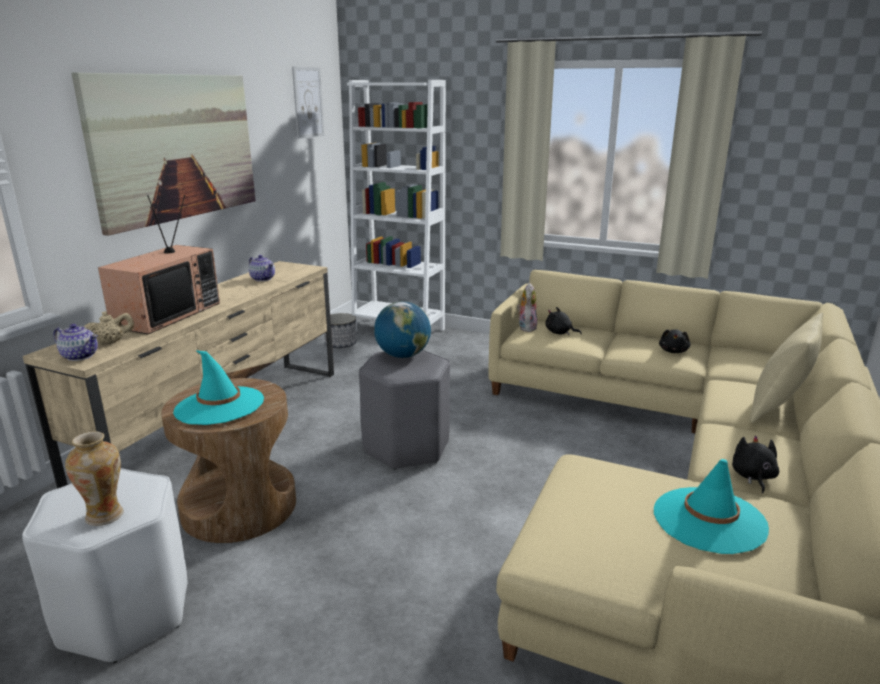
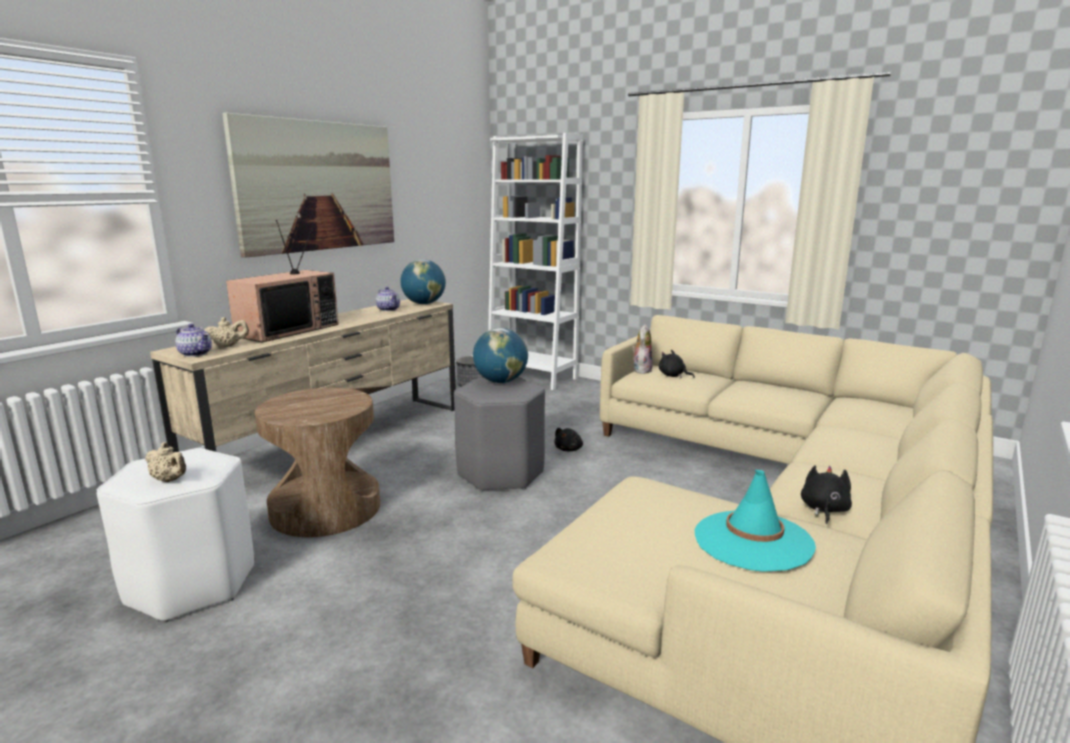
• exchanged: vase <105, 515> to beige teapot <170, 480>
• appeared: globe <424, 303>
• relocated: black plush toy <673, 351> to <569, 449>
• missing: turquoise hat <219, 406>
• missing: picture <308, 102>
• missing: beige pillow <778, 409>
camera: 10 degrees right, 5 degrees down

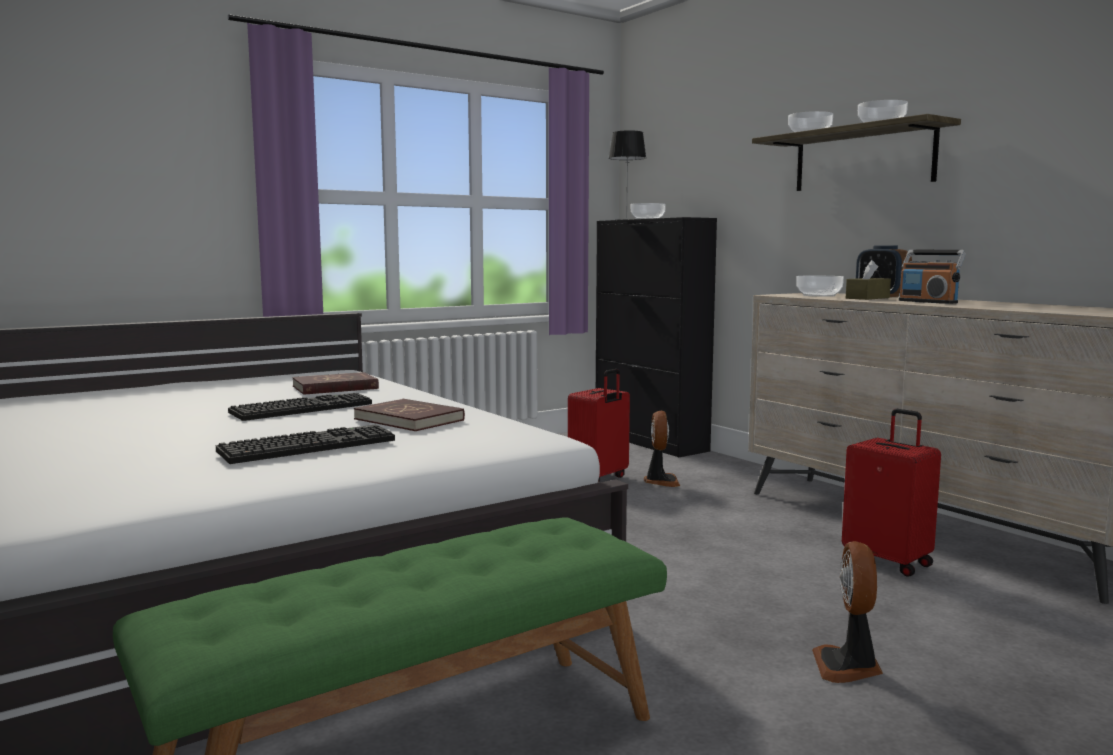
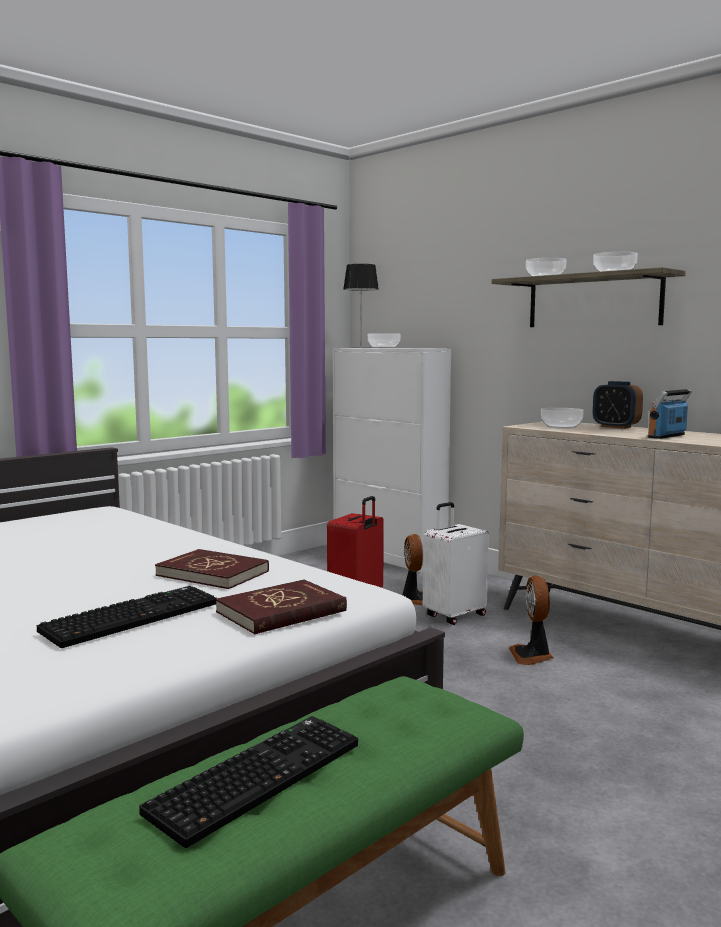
• relocated: keyboard <303, 408> to <257, 776>
• relocated: red book <335, 387> to <281, 612>
• colour: black cabinet <650, 441> to white cabinet <388, 556>
• appeared: white suitcase <454, 615>
• relocated: fan <848, 666> to <532, 656>
• spun: radio <928, 302> = <667, 436> 90 degrees clockwise
• missing: red suitcase <888, 561>
• missing: brown tissue box <867, 298>
camera: 10 degrees left, 0 degrees up

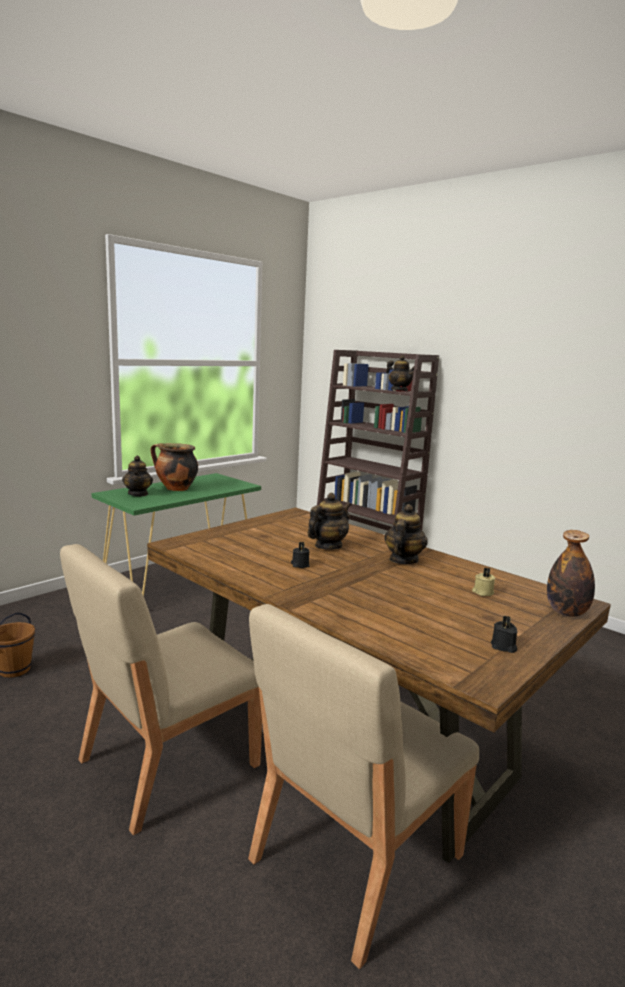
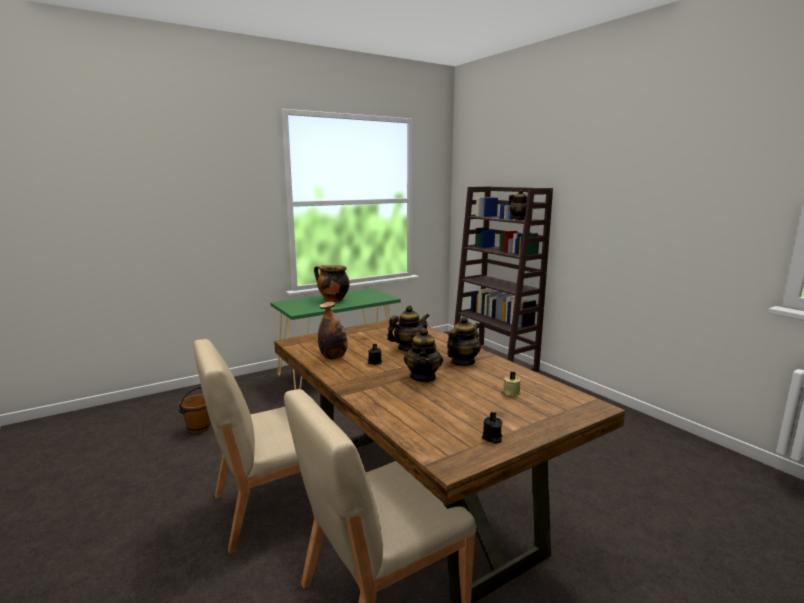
• relocated: bottle <566, 612> to <333, 357>
• relocated: teapot <138, 494> to <423, 377>
camera: 15 degrees right, 0 degrees up

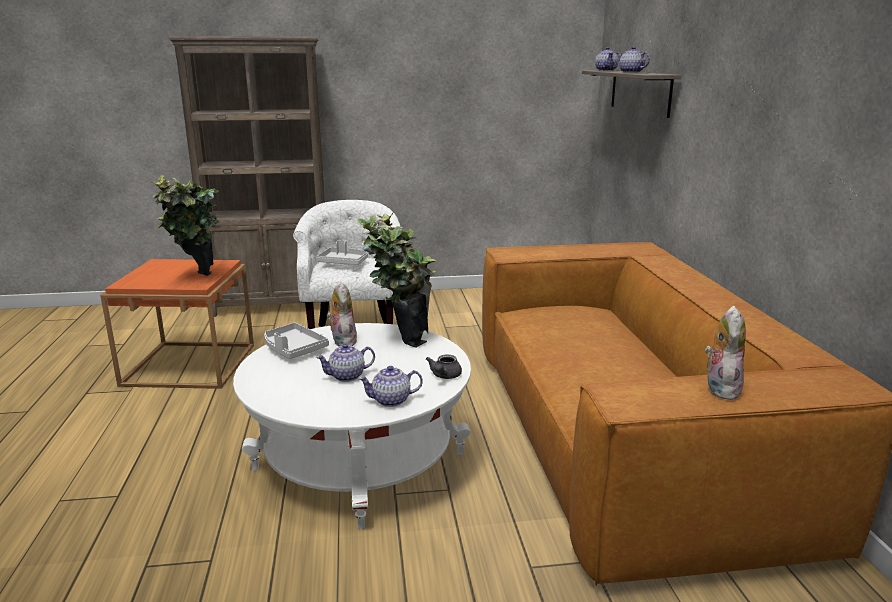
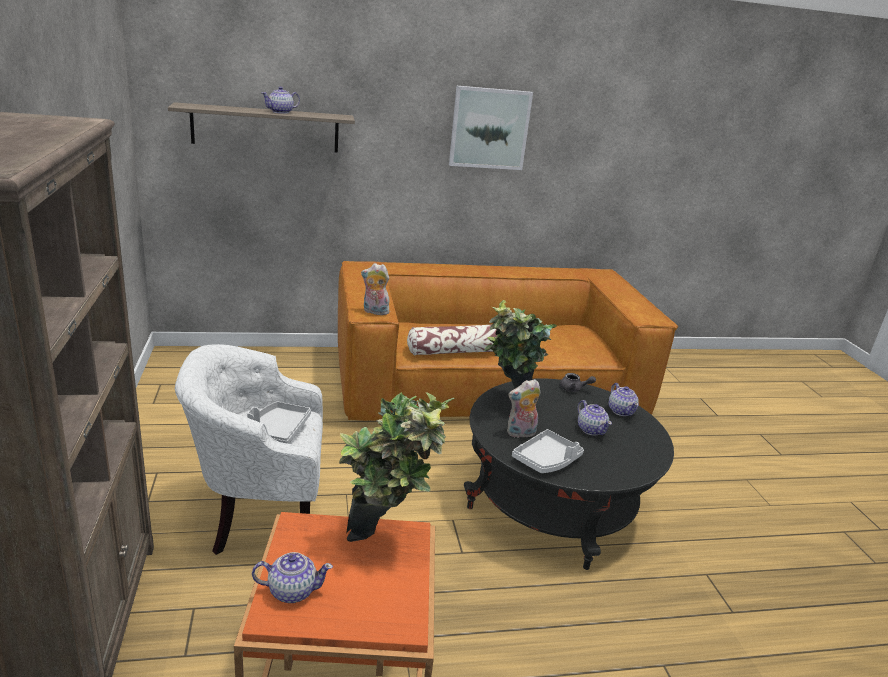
• relocated: teapot <606, 70> to <291, 591>
• relocated: plush toy <720, 388> to <374, 312>
• appeared: pillow <457, 351>
• appeared: picture <489, 128>
• colour: white coffee table <359, 461> to black coffee table <554, 503>
camera: 95 degrees left, 5 degrees up

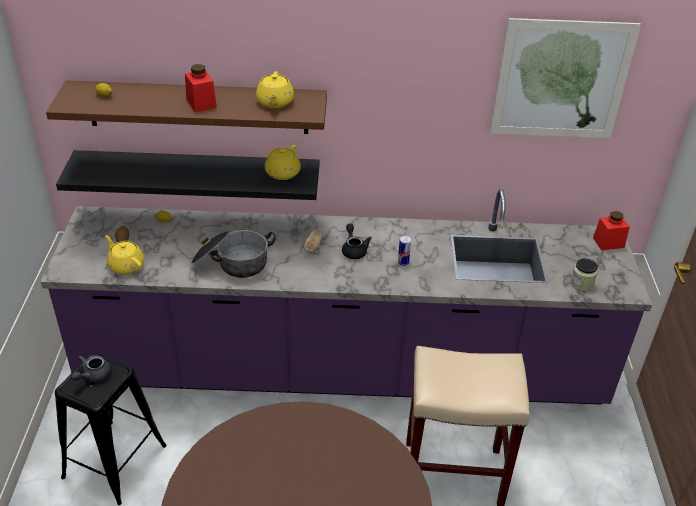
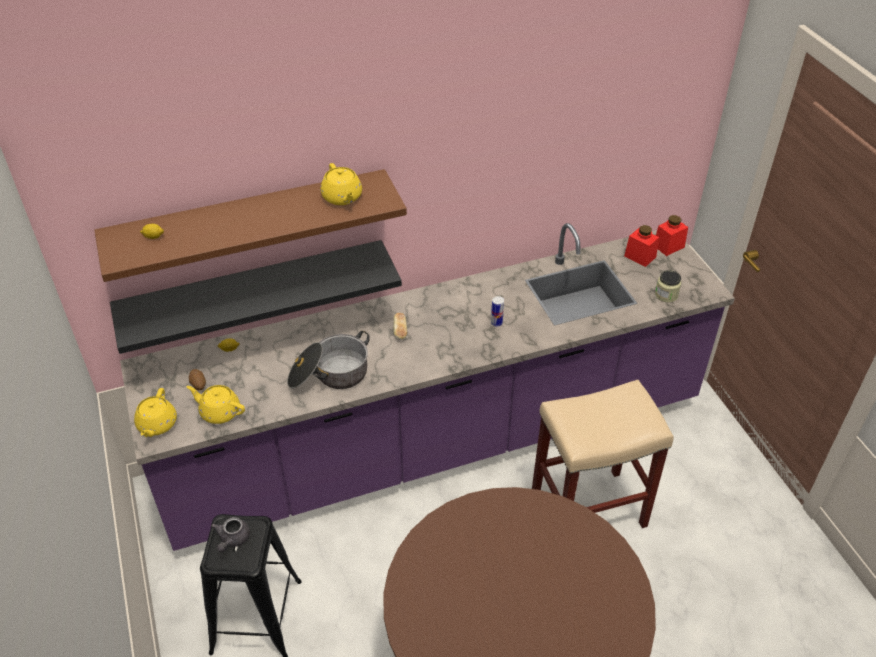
• relocated: yellow teapot <282, 174> to <157, 425>
• relocated: red jar <201, 103> to <640, 256>
• missing: black teapot <354, 250>
• missing: picture <561, 80>
camera: 20 degrees left, 5 degrees up

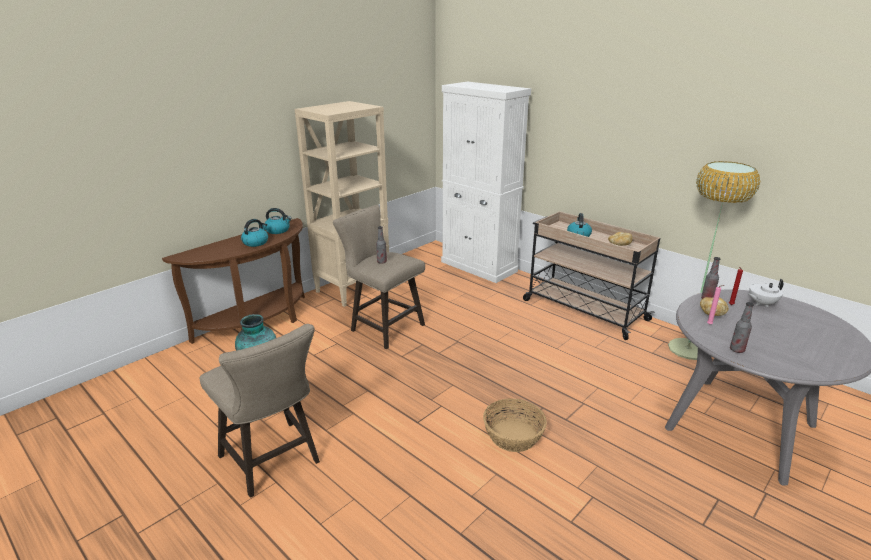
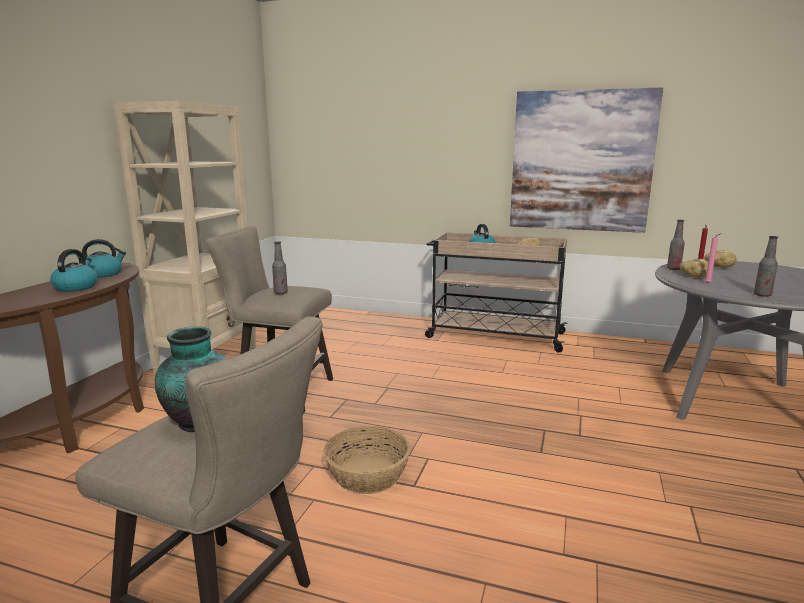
• relocated: basket <513, 436> to <368, 475>
• appeared: picture <581, 161>
• exchanged: white teapot <761, 303> to bread <719, 266>
• missing: white cabinet <479, 266>
• missing: floor lamp <688, 349>
camera: 25 degrees left, 10 degrees down

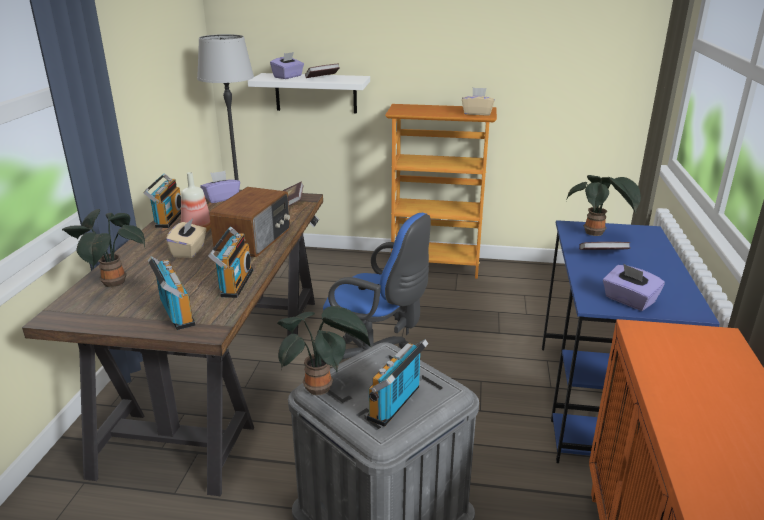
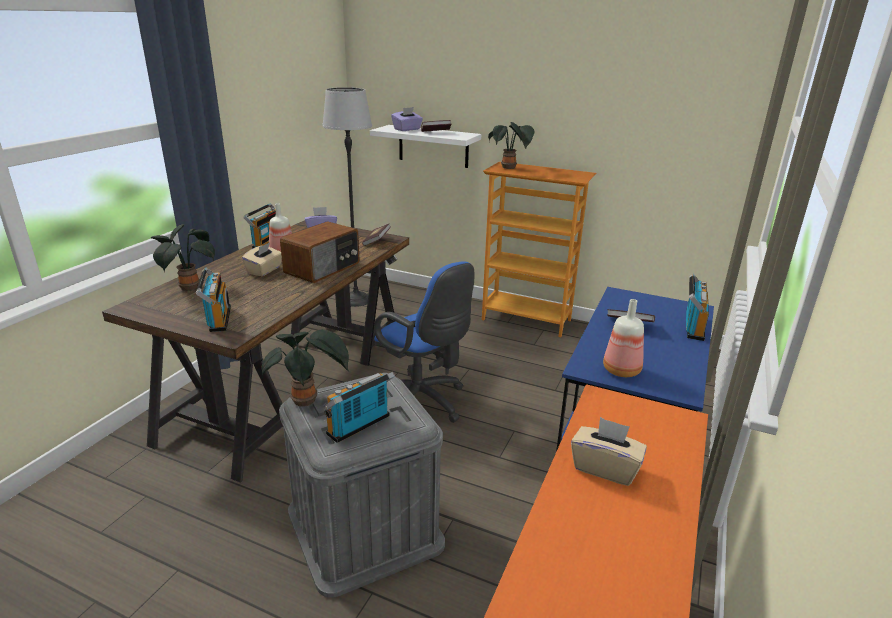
• relocated: potted plant <596, 234> to <509, 168>
• relocated: beige tissue box <477, 113> to <605, 468>
• exchanged: purple tissue box <629, 300> to bottle <622, 371>
• relocated: radio <234, 283> to <692, 326>
camera: 15 degrees right, 0 degrees up

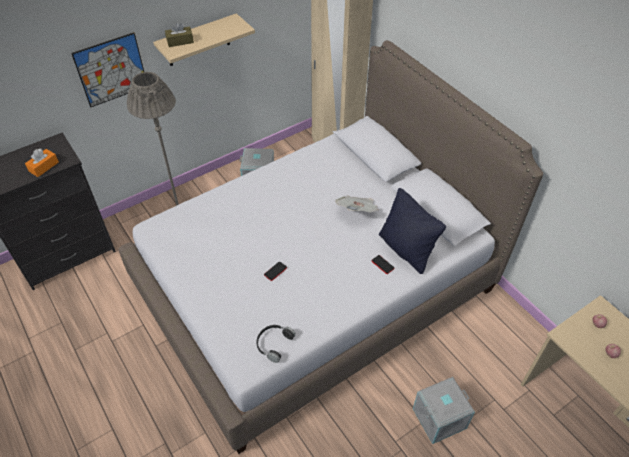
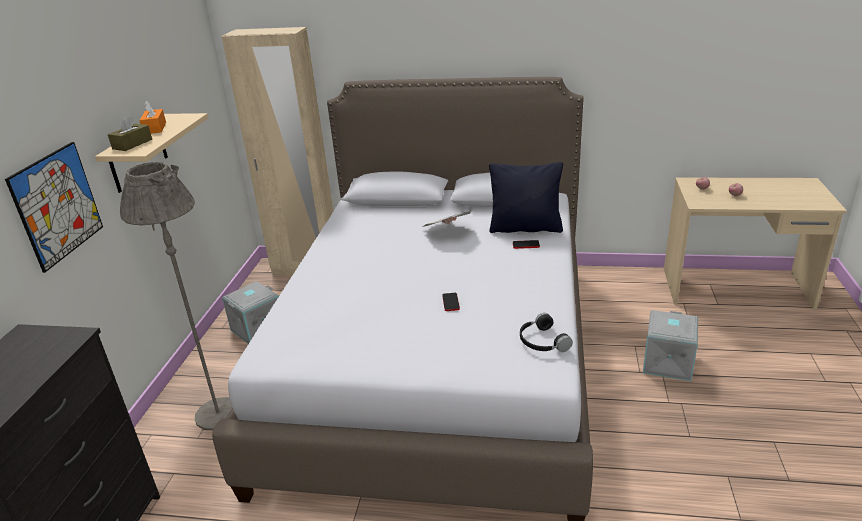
• relocated: orange tissue box <44, 167> to <155, 128>
camera: 45 degrees left, 20 degrees down

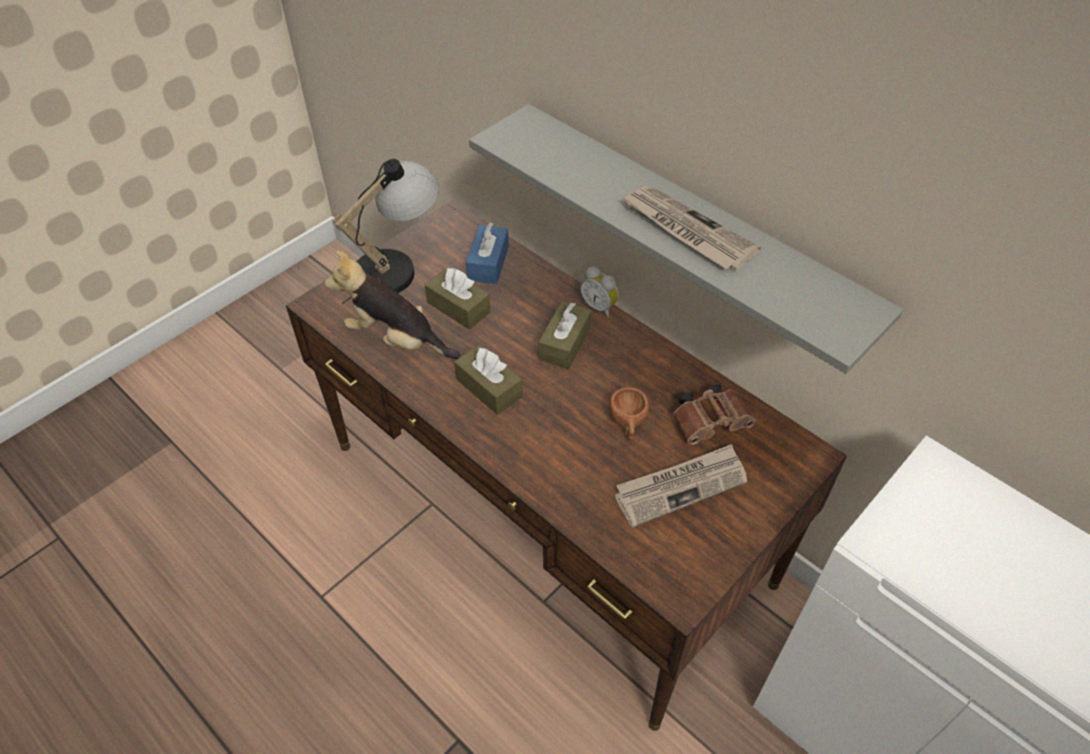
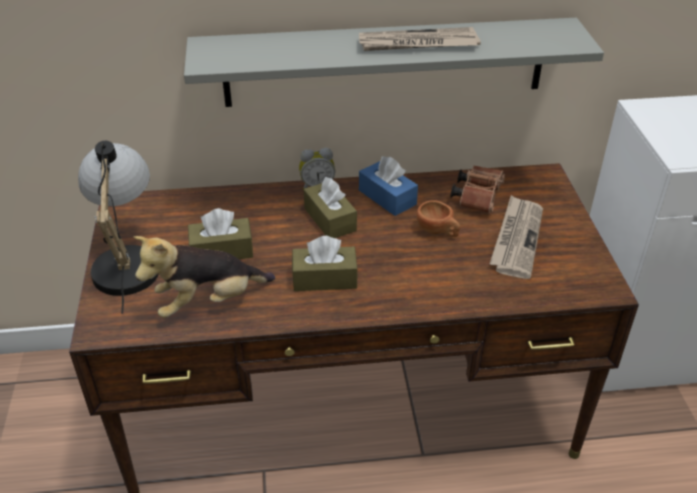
• relocated: blue tissue box <488, 263> to <387, 197>
camera: 50 degrees left, 10 degrees down

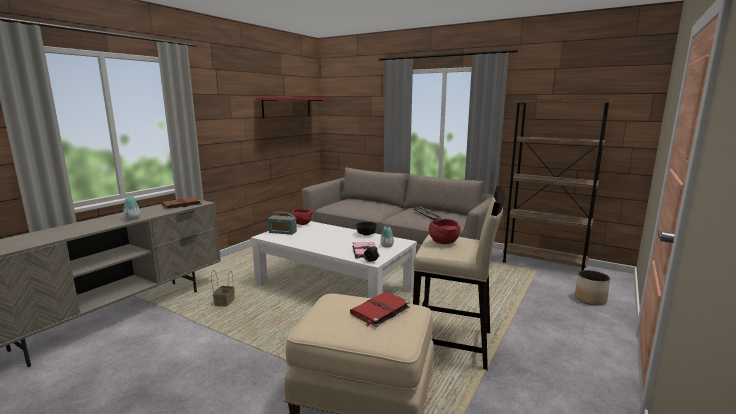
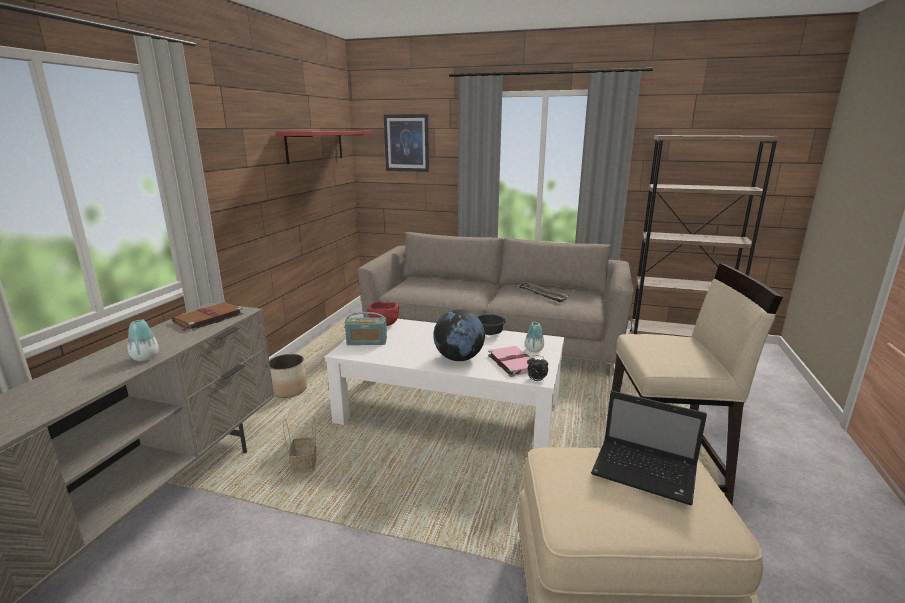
• relocated: planter <590, 299> to <289, 390>
• appeared: picture <406, 143>
• appeared: globe <459, 358>
• exchanged: red book <379, 311> to laptop <646, 473>
• missing: red bowl <443, 242>
camera: 15 degrees left, 5 degrees up

